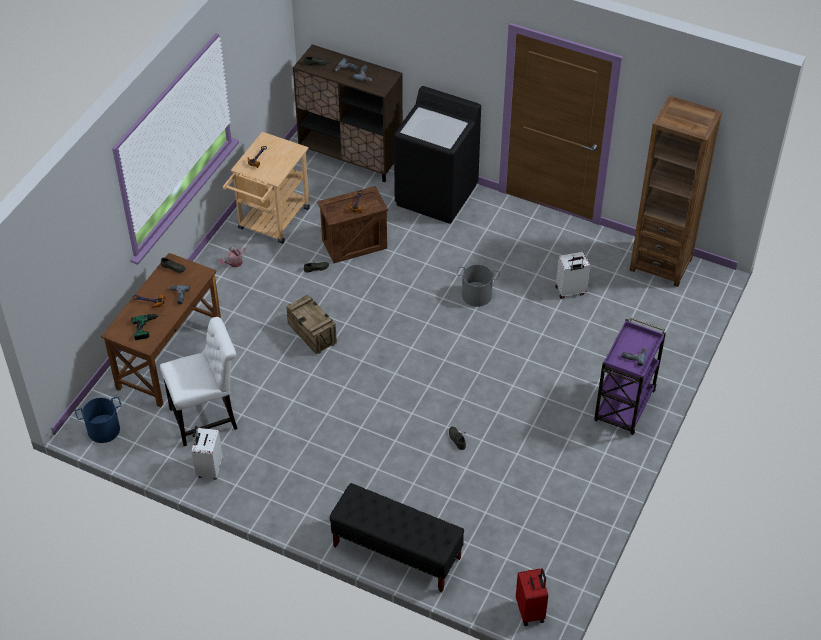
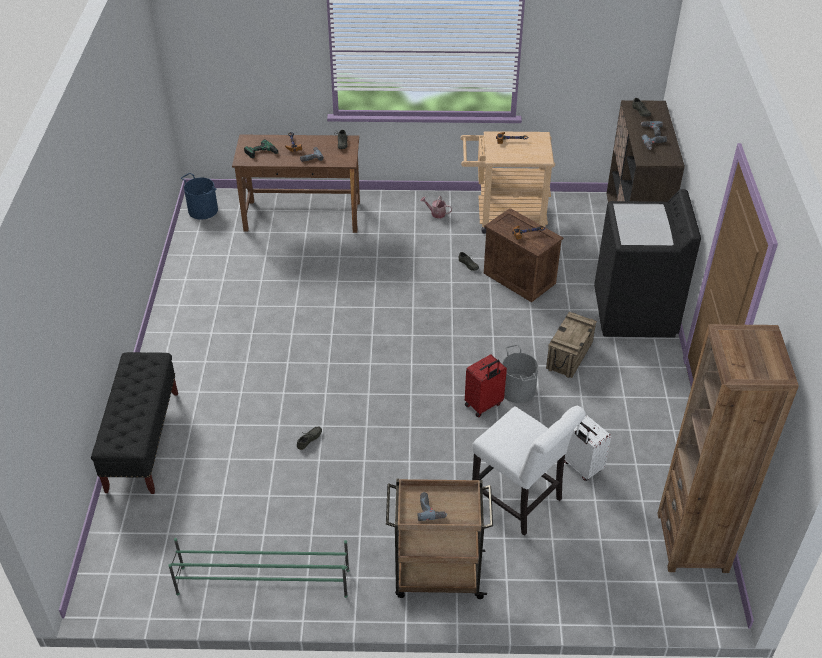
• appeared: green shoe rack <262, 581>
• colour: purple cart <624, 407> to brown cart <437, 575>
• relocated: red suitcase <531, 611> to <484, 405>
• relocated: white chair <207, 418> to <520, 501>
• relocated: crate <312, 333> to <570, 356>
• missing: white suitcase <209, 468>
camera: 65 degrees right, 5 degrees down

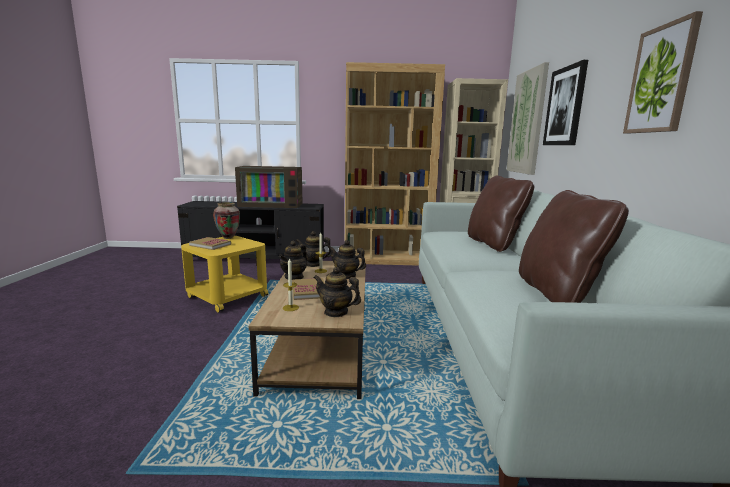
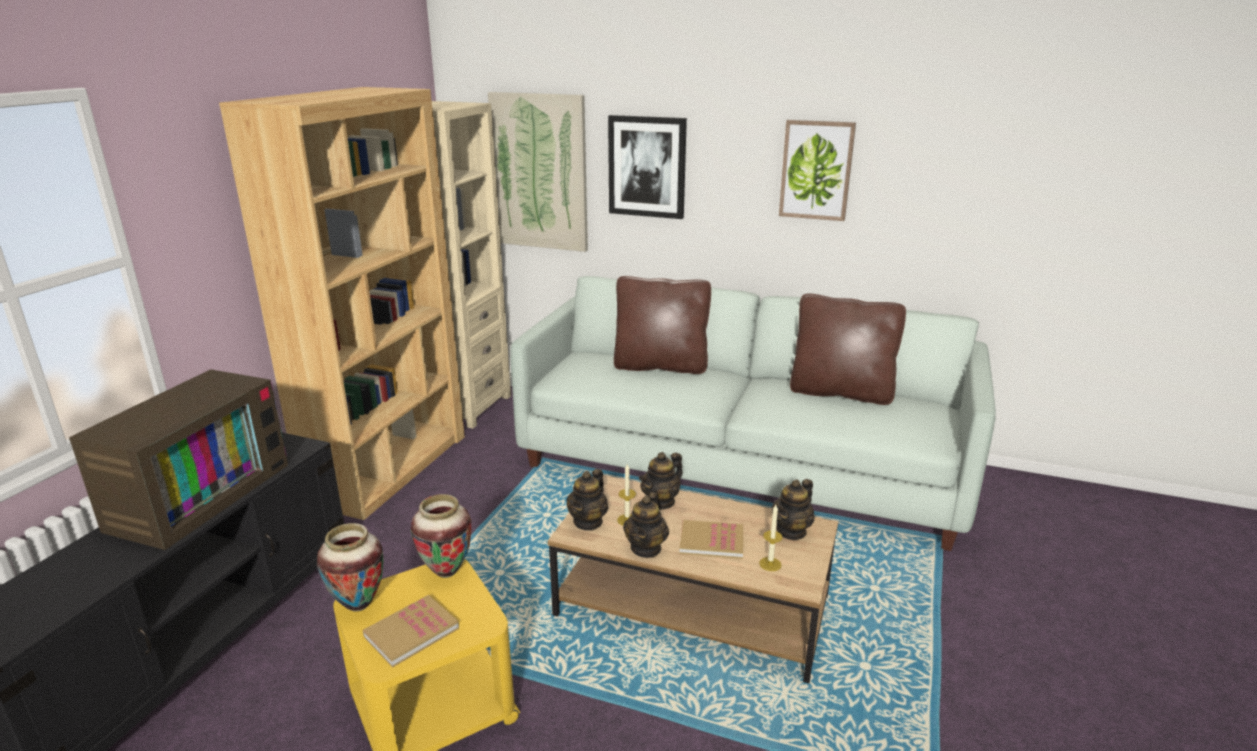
• appeared: vase <447, 572>
• spun: teapot <294, 277> = <646, 548> 60 degrees clockwise
camera: 70 degrees left, 10 degrees up

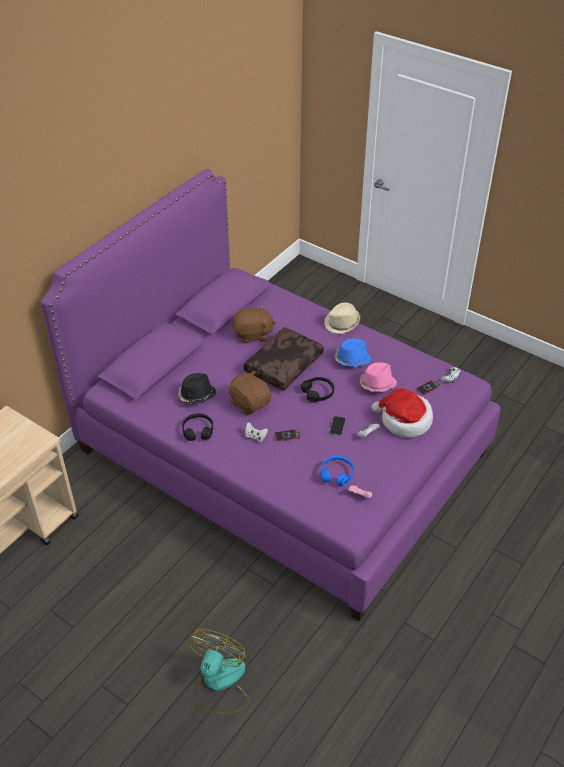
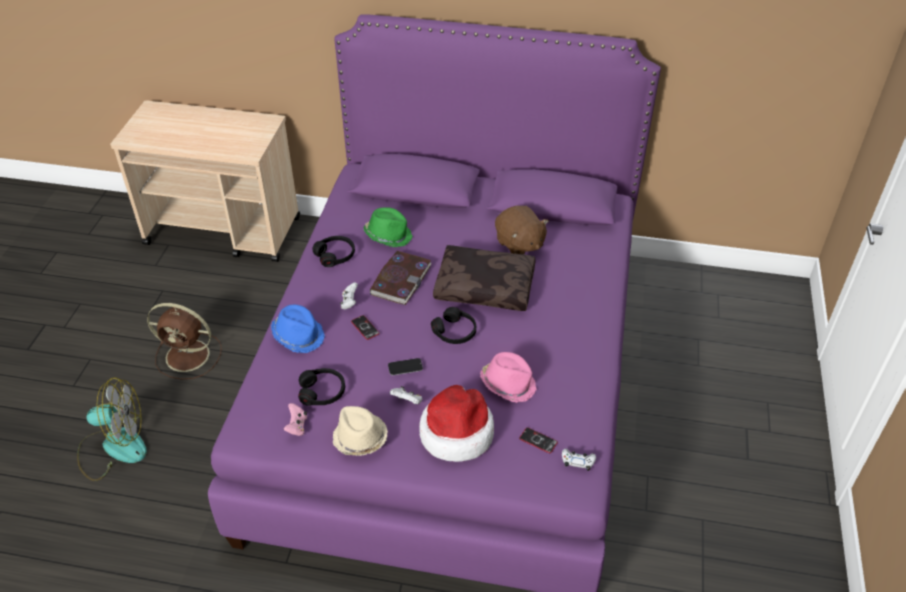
• appeared: brown fan <189, 356>
• relocated: blue hat <351, 360> to <299, 335>
• colour: blue headphones <337, 474> to black headphones <322, 392>
• relocated: beige hat <342, 324> to <360, 438>
• colour: black hat <196, 395> to green hat <388, 235>
• exchanged: brown plush toy <250, 403> to book <400, 280>
camera: 65 degrees right, 0 degrees up

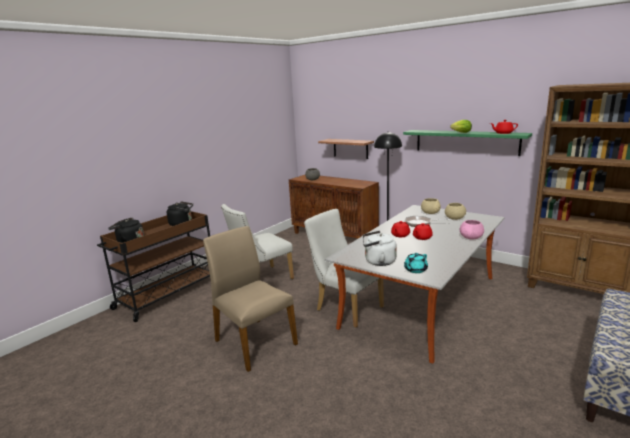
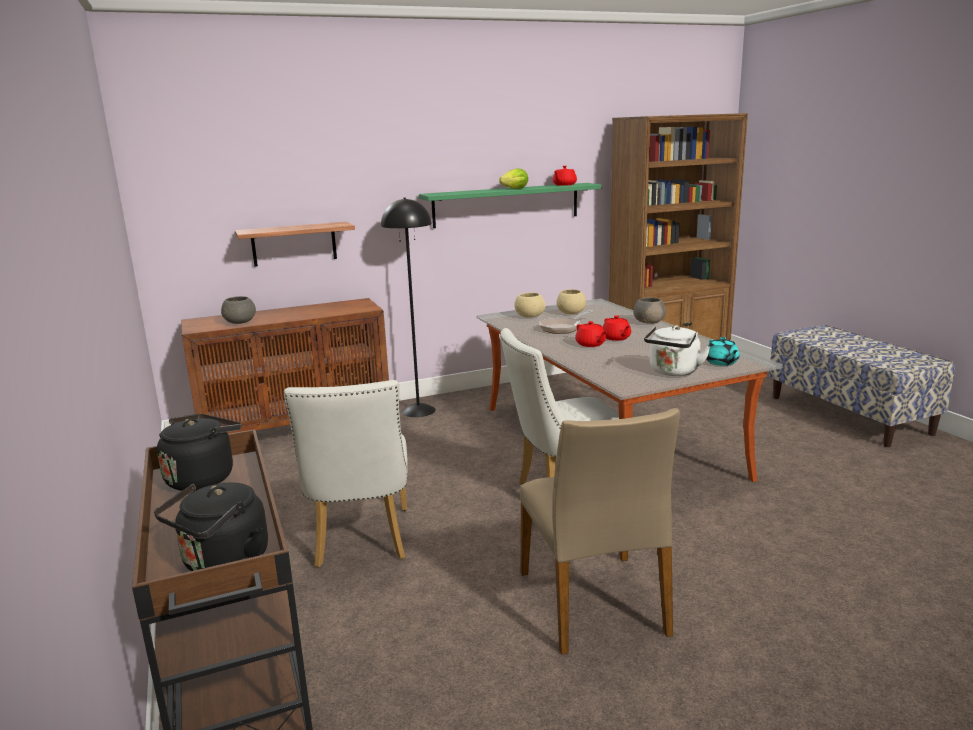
• spun: beige chair <254, 342> = <594, 603> 90 degrees counterclockwise
• colour: pink bowl <471, 238> to grey bowl <649, 322>
camera: 60 degrees left, 0 degrees up

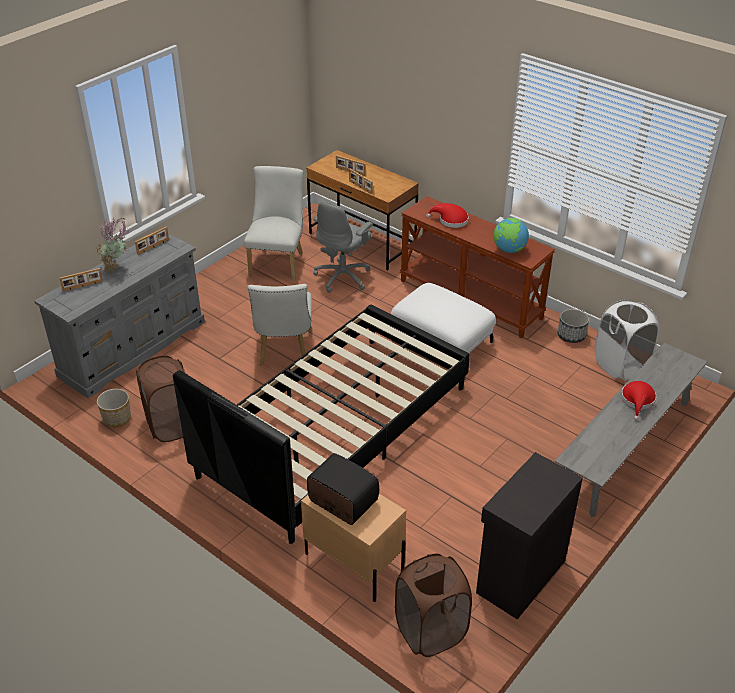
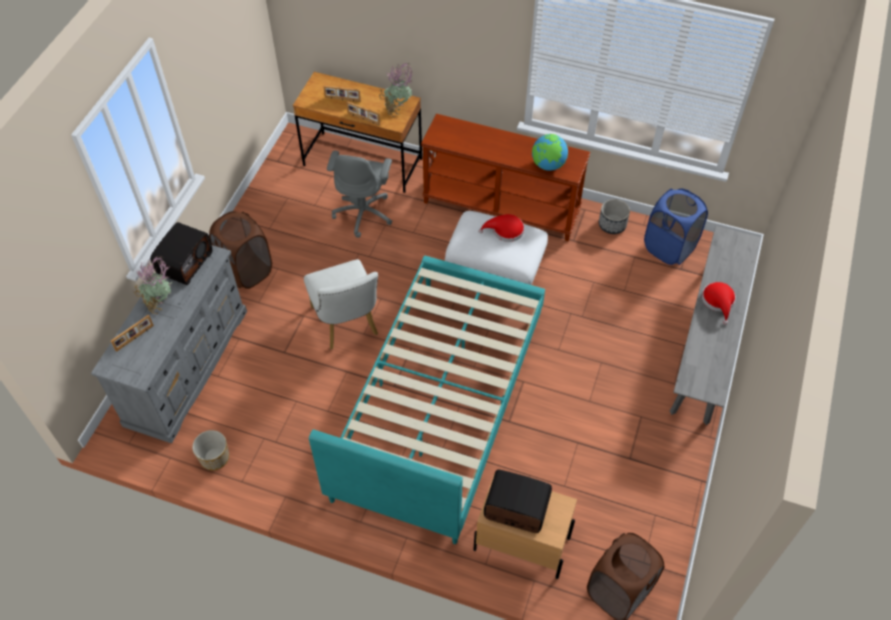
• exchanged: picture frame <153, 247> to radio <184, 262>
• relocated: brown laundry basket <170, 425> to <246, 271>
• colour: black bed <335, 431> to turquoise bed <439, 404>
• appeared: potted plant <398, 110>
• relocated: red hat <450, 220> to <505, 231>
• colour: white laundry basket <620, 366> to blue laundry basket <669, 248>
• missing: white chair <278, 262>
• missing: black cabinet <519, 576>
camera: 20 degrees left, 15 degrees up

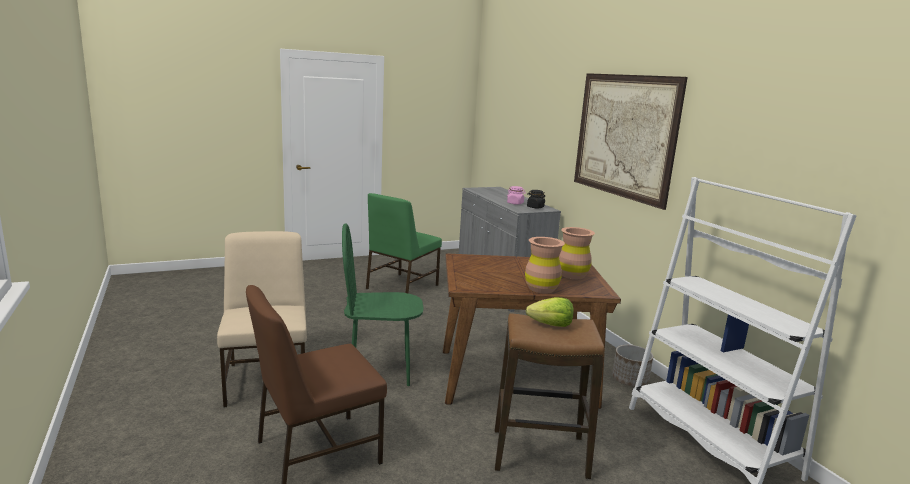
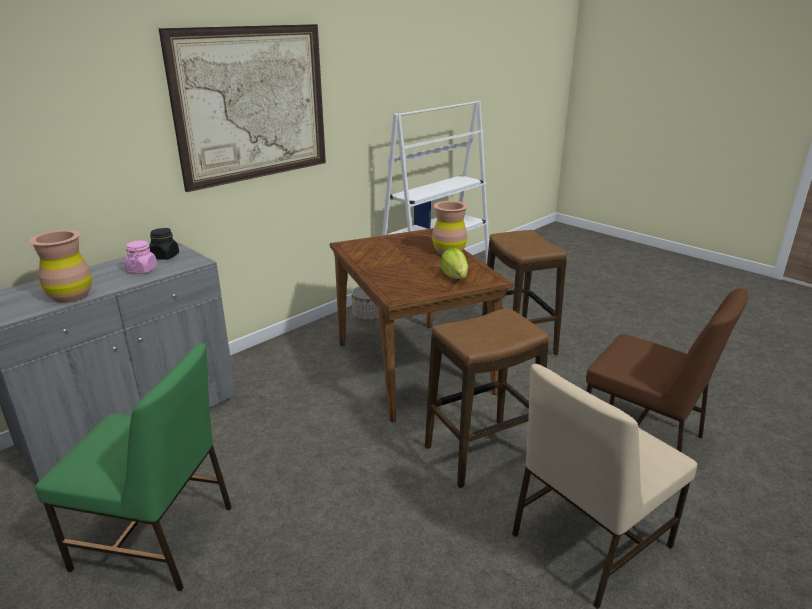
• relocated: brown vase <572, 275> to <70, 295>
• exchanged: green chair <380, 372> to stool <481, 453>
• relocated: lettuce <551, 325> to <455, 276>
camera: 110 degrees left, 10 degrees up

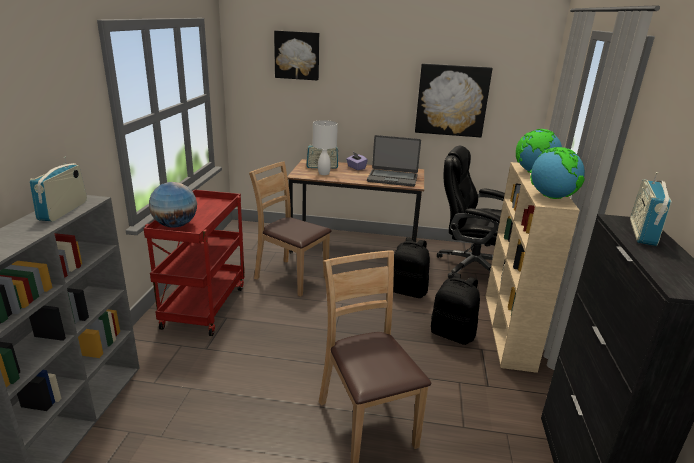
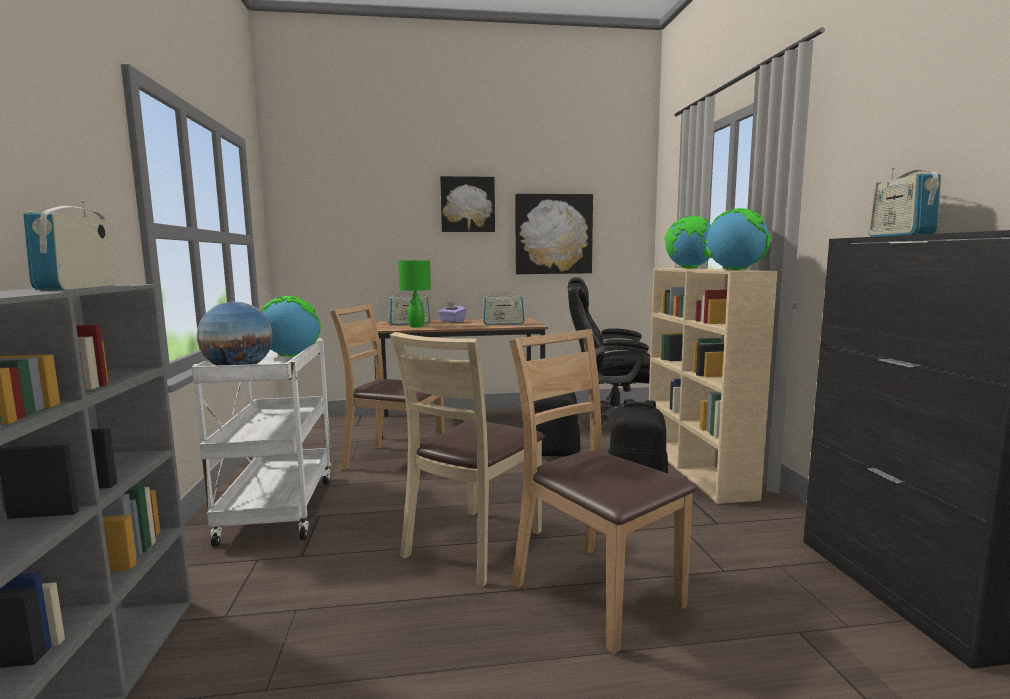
• colour: red cart <204, 306> to white cart <277, 508>
• appeared: globe <290, 356>
• appeared: beige chair <473, 545>
• colour: white table lamp <323, 173> to green table lamp <416, 326>
• relocated: picture <297, 55> to <467, 204>
• exchanged: laptop <392, 178> to radio <503, 323>
camera: 15 degrees left, 15 degrees down

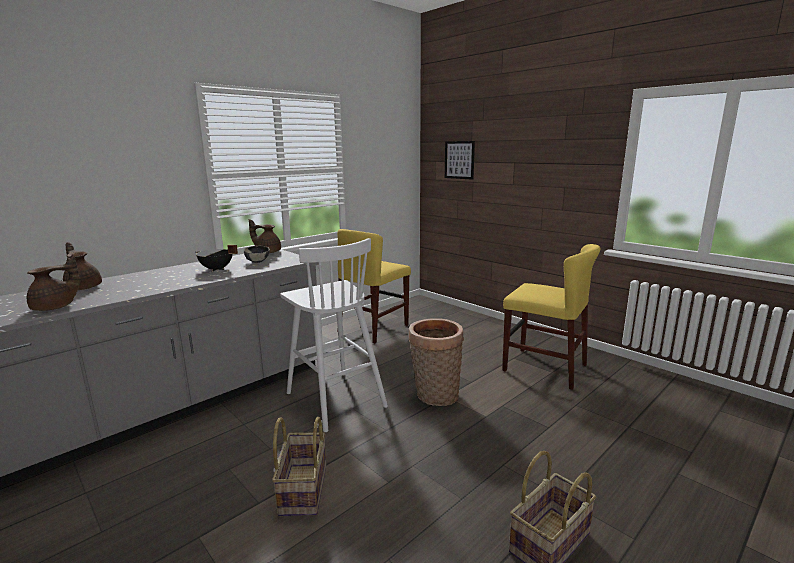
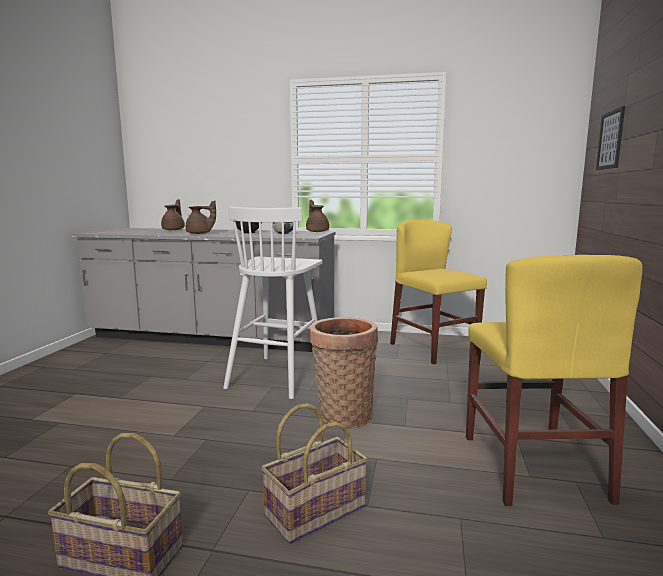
• relocated: brown teapot <56, 307> to <200, 233>
• relocated: basket <302, 489> to <315, 510>
• spun: yellow chair <373, 328> = <433, 349> 60 degrees clockwise
camera: 55 degrees right, 5 degrees down

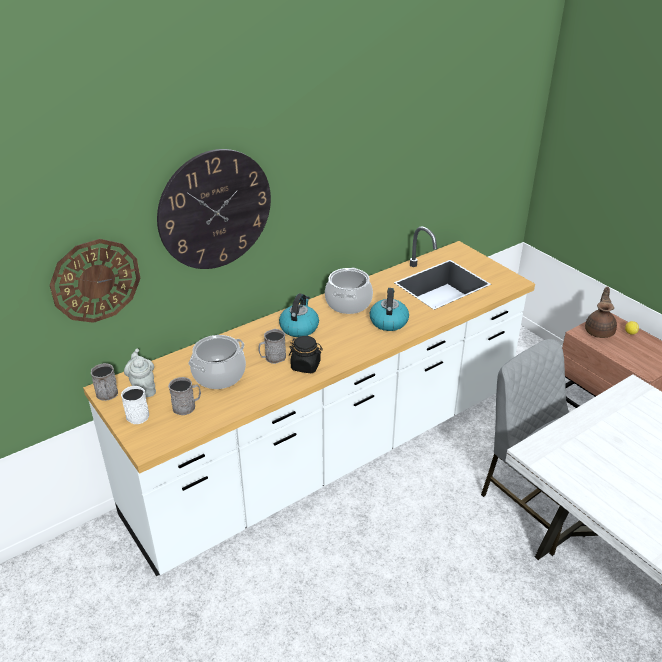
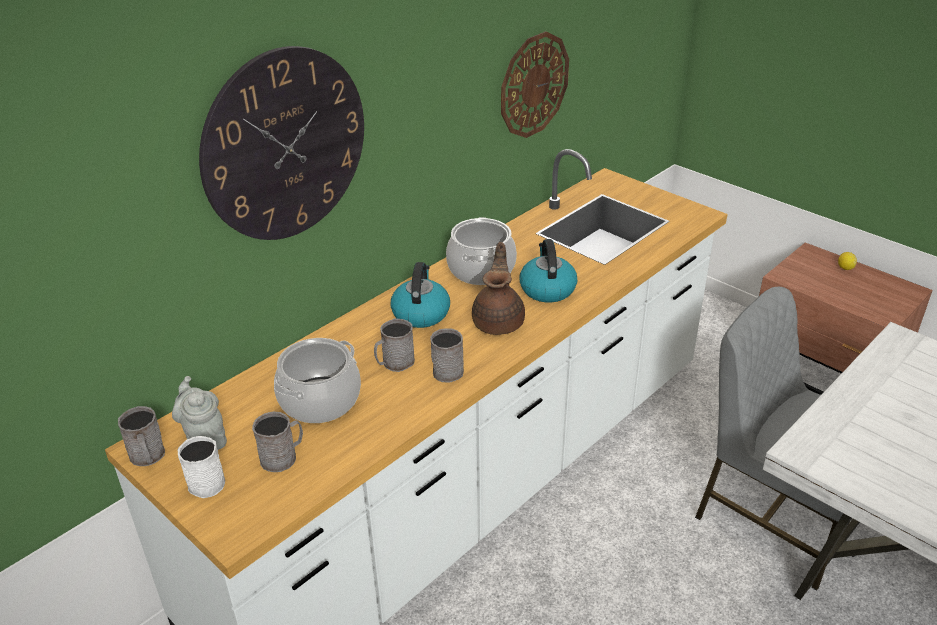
• exchanged: black jar <306, 366> to grey mug <448, 369>
• relocated: brown teapot <599, 331> to <499, 322>
• relocated: wall clock <95, 280> to <534, 85>
camera: 10 degrees left, 0 degrees up

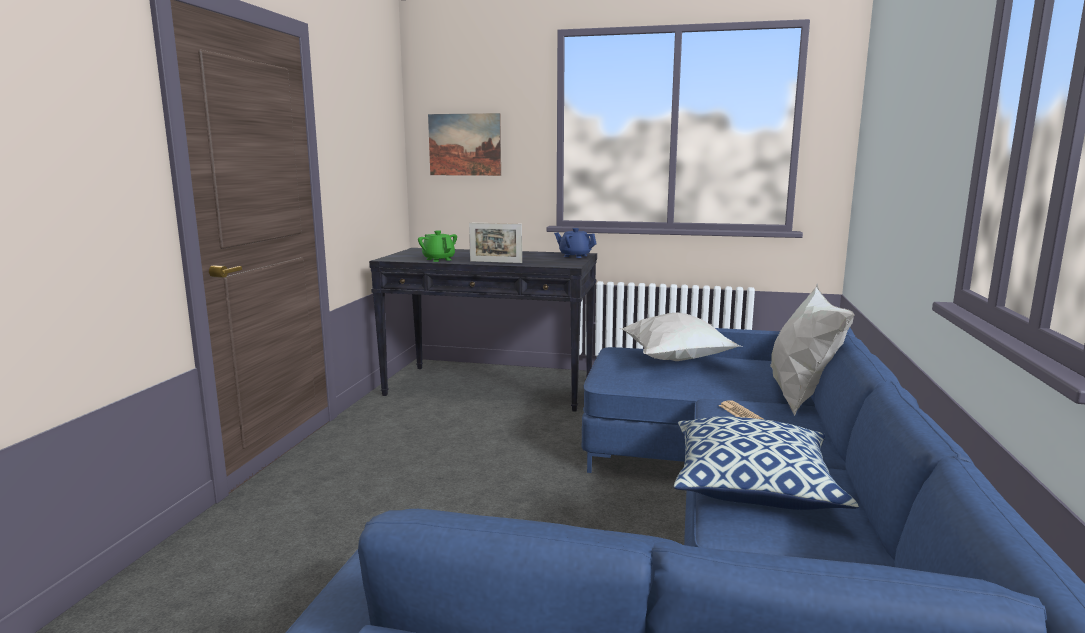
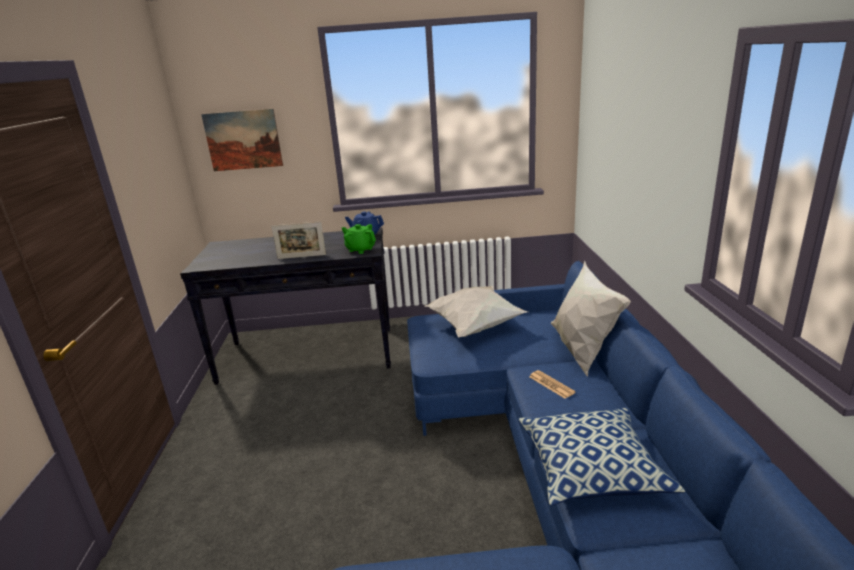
• relocated: green teapot <438, 259> to <360, 249>
camera: 15 degrees left, 10 degrees up

